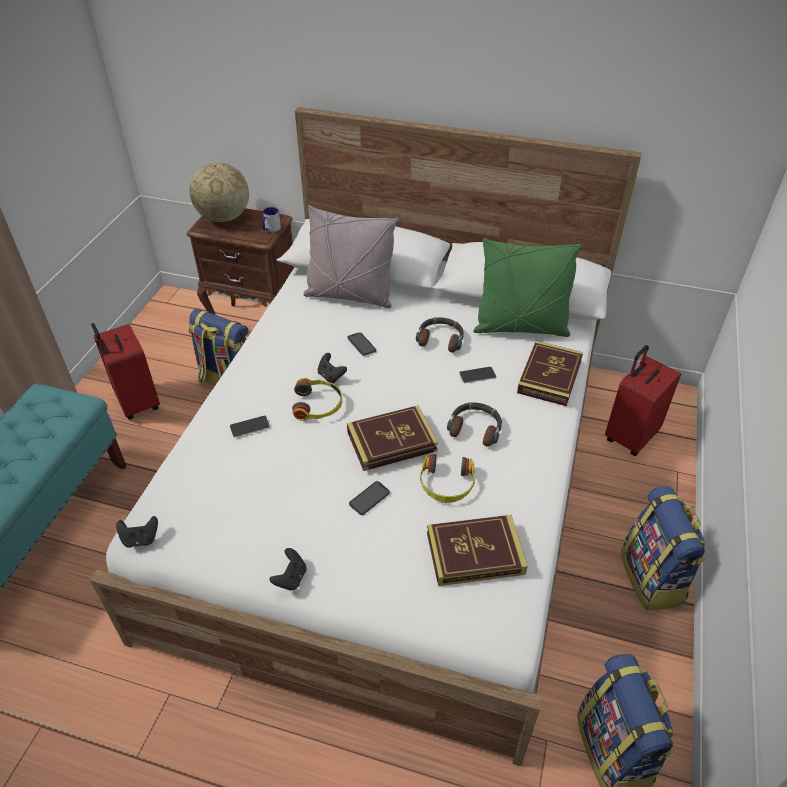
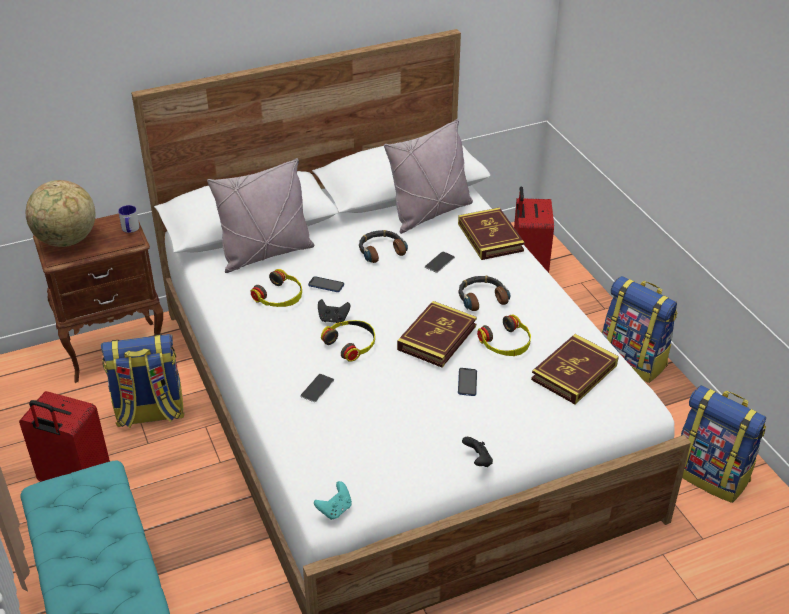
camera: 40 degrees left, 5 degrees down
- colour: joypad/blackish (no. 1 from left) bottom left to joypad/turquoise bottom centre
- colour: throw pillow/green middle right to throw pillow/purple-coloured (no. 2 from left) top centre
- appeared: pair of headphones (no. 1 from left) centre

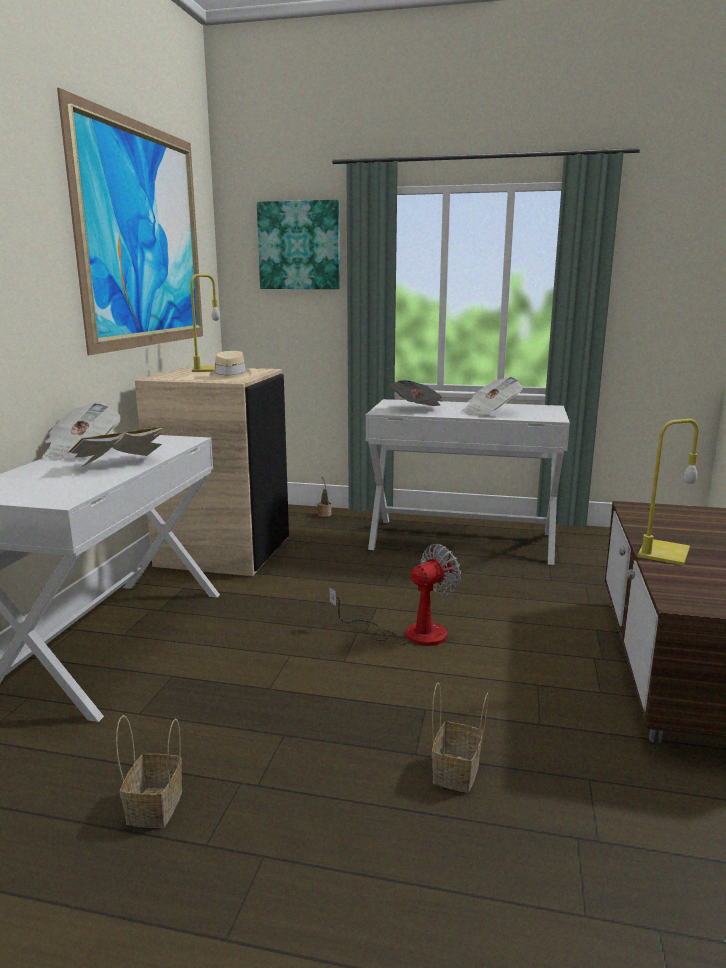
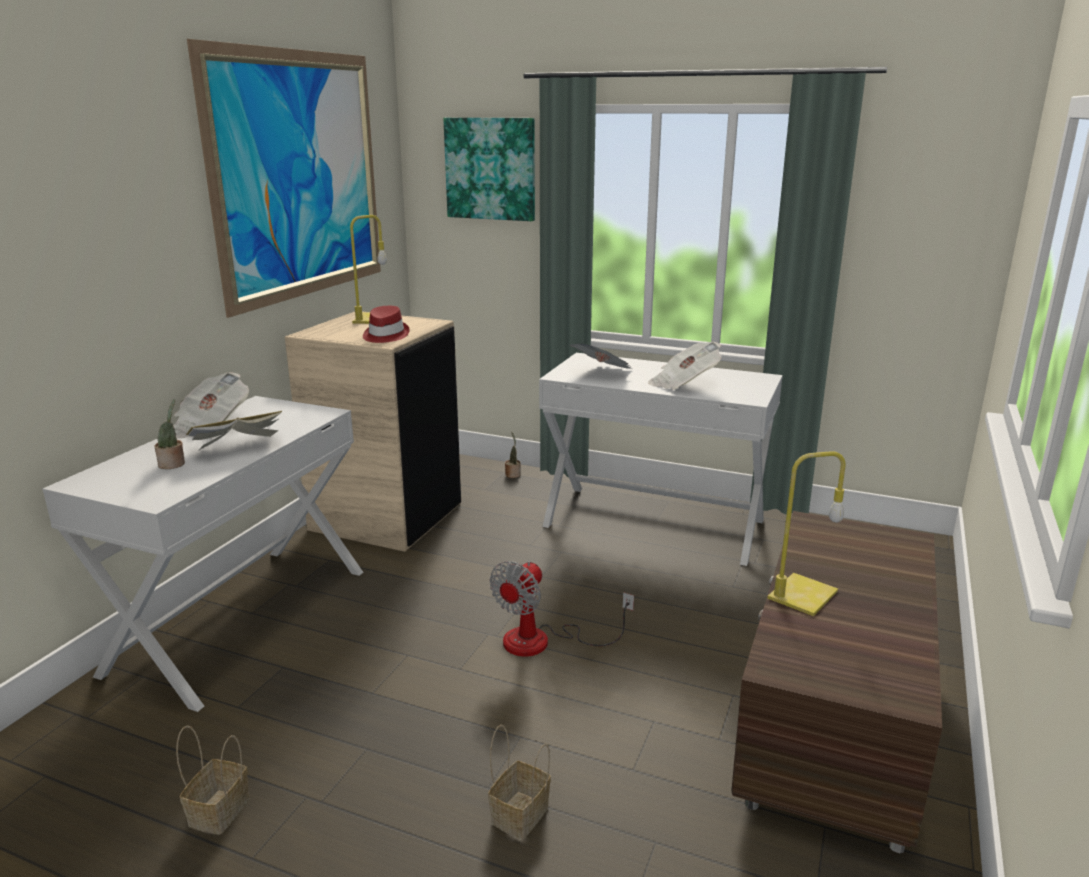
camera: 10 degrees right, 5 degrees up
- colour: hat/beige middle left to hat/red centre
- spun: electric fan centre = bottom centre 150 degrees clockwise
- appeared: houseplant (no. 1 from left) middle left

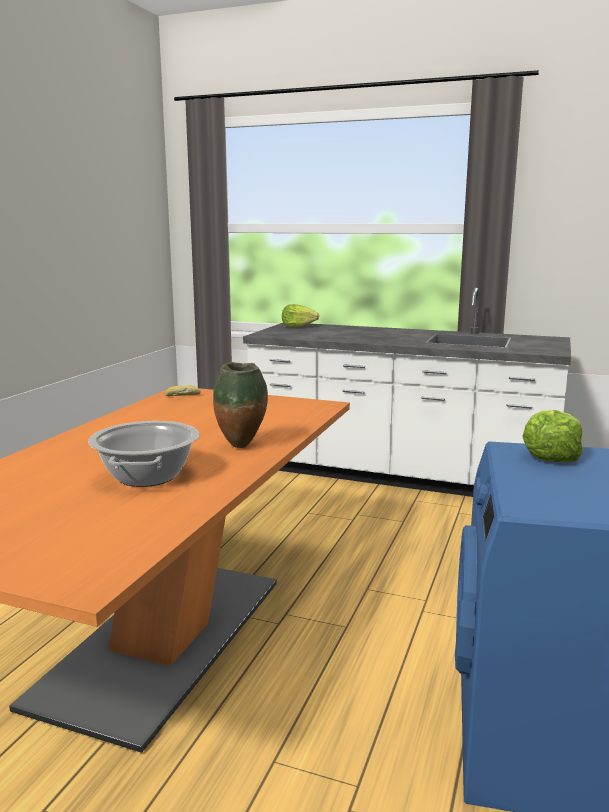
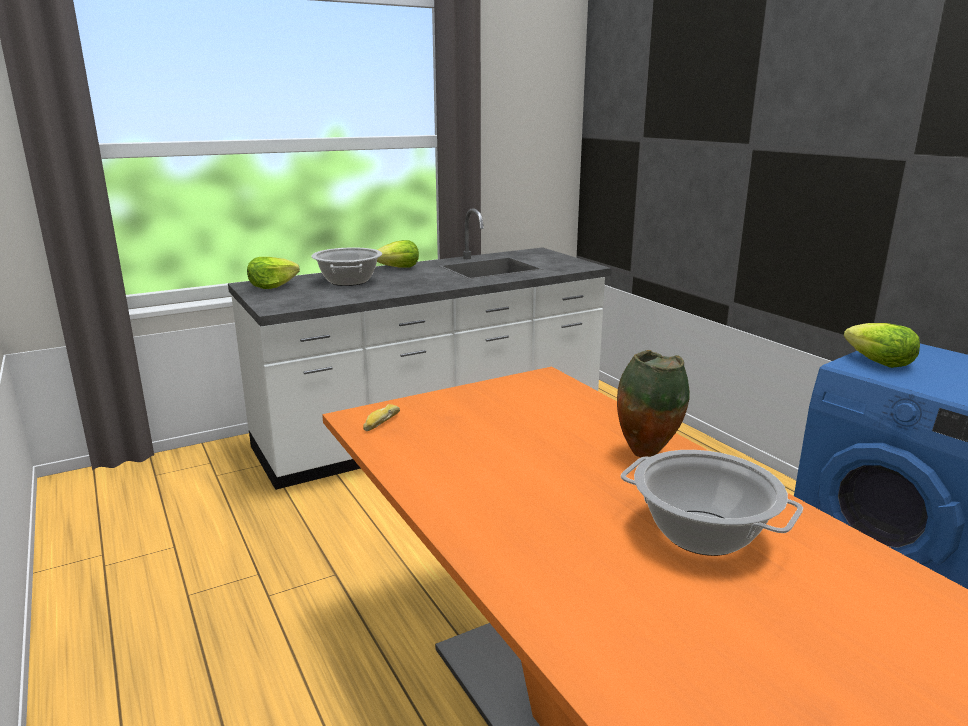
camera: 50 degrees left, 5 degrees up
- appeared: cooking pot (no. 1 from left) centre
- appeared: lettuce head (no. 2 from left) centre

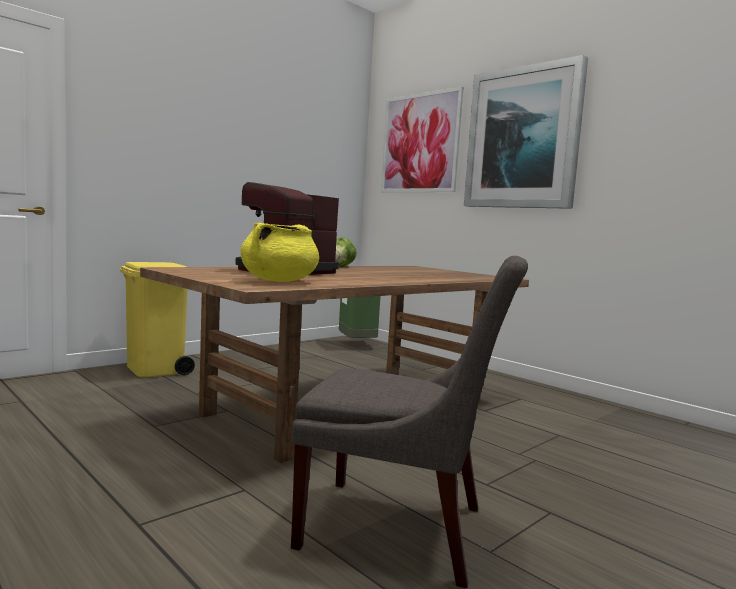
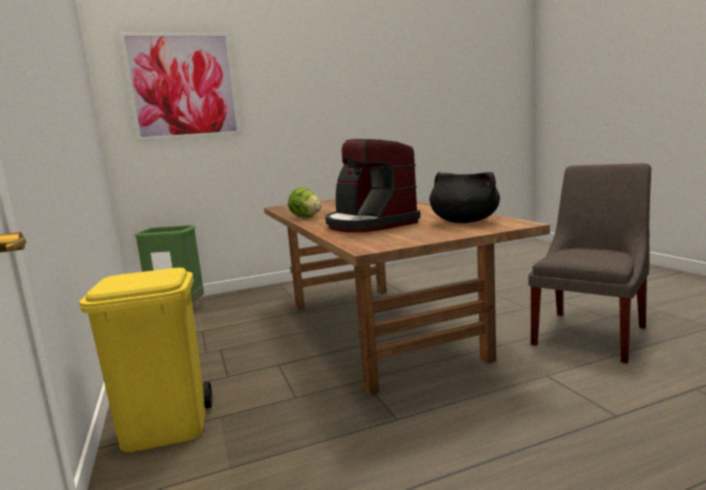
camera: 65 degrees left, 5 degrees up
- colour: cooking pot/yellow centre to cooking pot/blackish centre
- missing: picture (no. 2 from left) top right

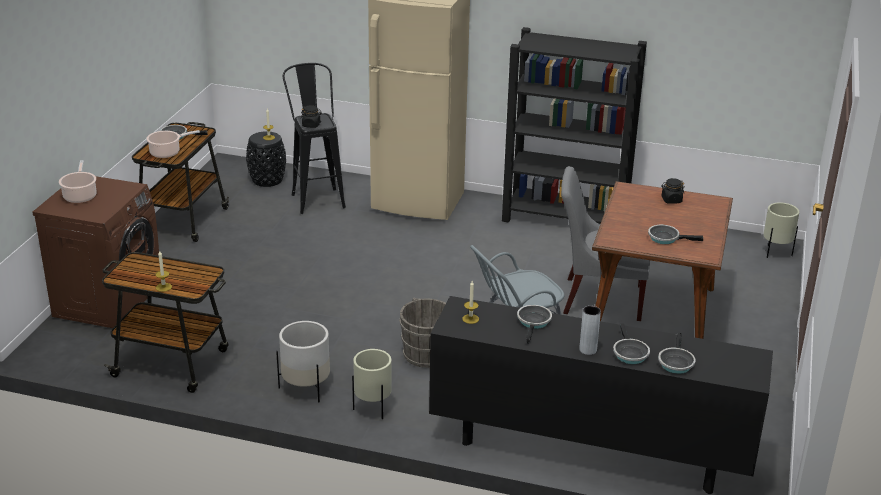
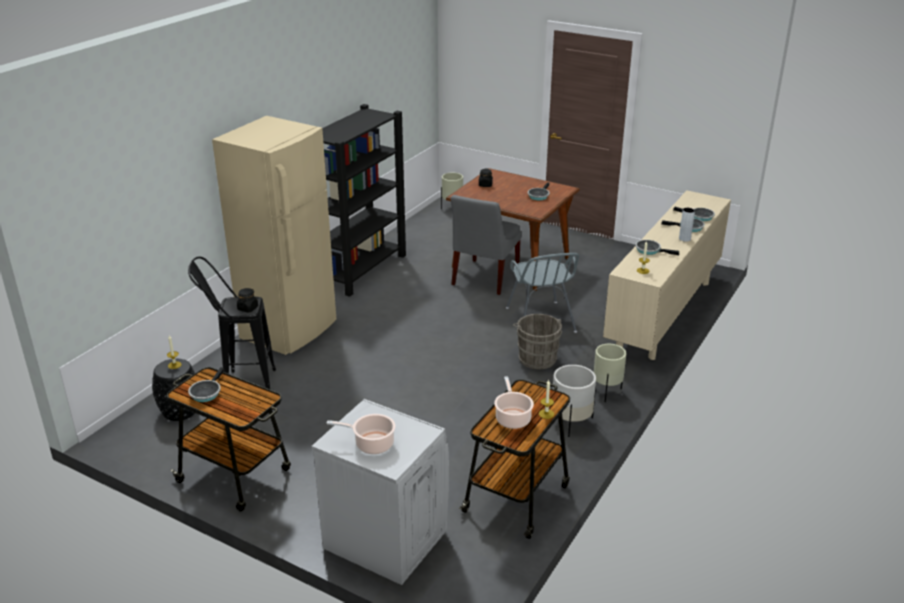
camera: 75 degrees left, 0 degrees up
- colour: washing machine/brown middle left to washing machine/white bottom centre
- relocated: cooking pot (no. 2 from left) top left to bottom centre
- colour: cabinet/blackish bottom right to cabinet/beige middle right

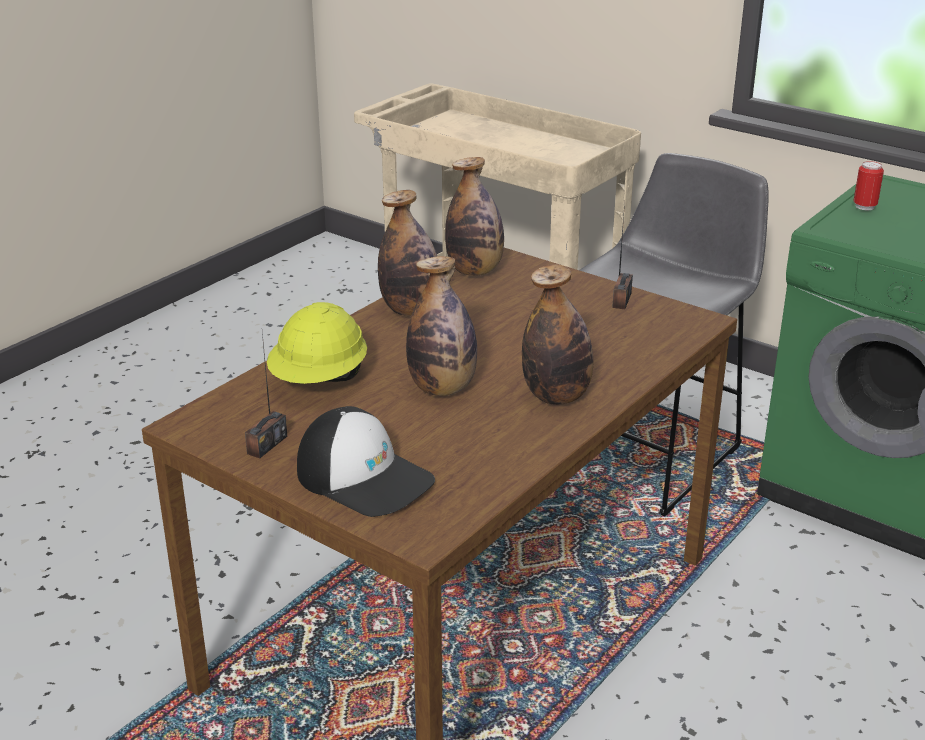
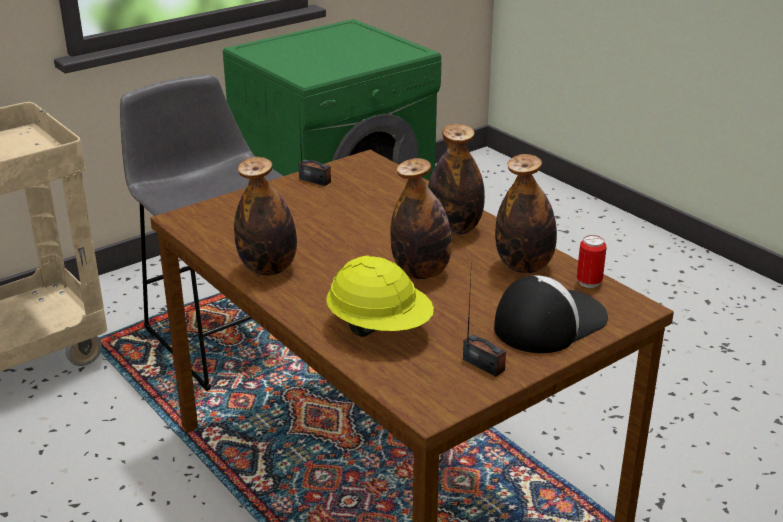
camera: 75 degrees left, 0 degrees up
- relocated: bottle (no. 3 from left in the first image) top centre to bottle (no. 4 from left) middle right
- relocated: metal can top right to middle right

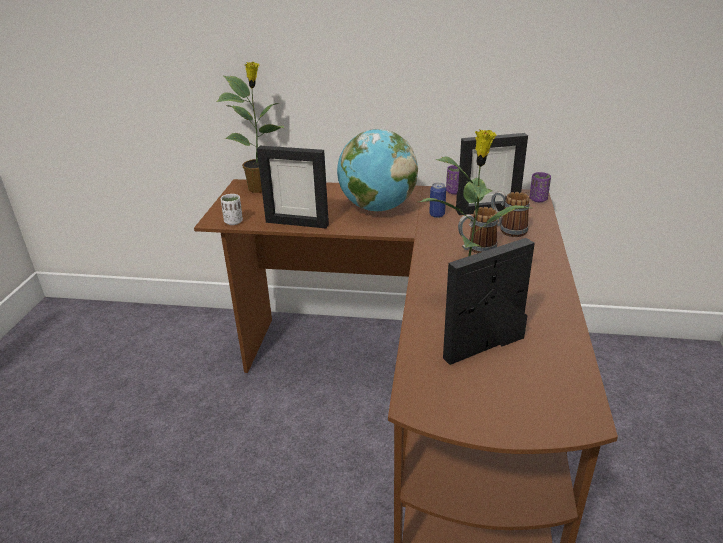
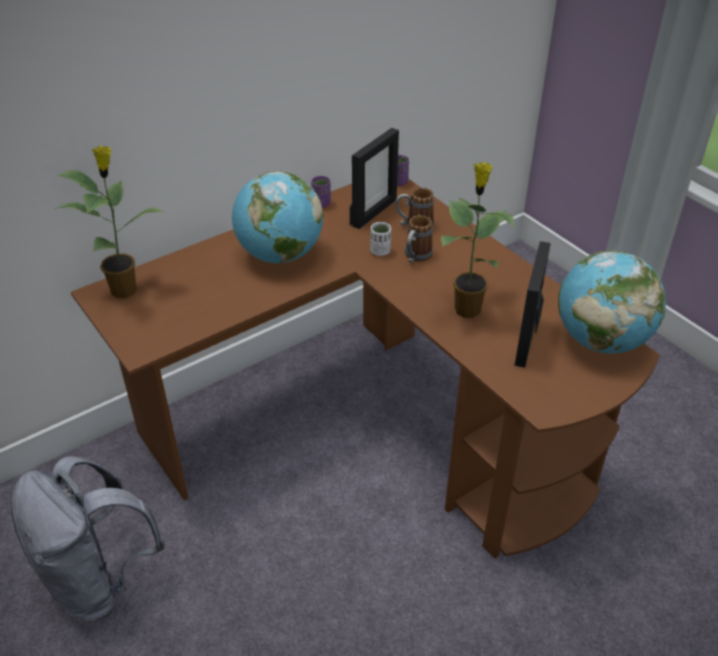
camera: 45 degrees left, 10 degrees up
- relocated: drinking cup/white middle left to centre
- missing: standing frame (no. 1 from left) centre
- missing: metal can centre
- appeared: rucksack/grey bottom left
- appeared: globe (no. 2 from left) middle right

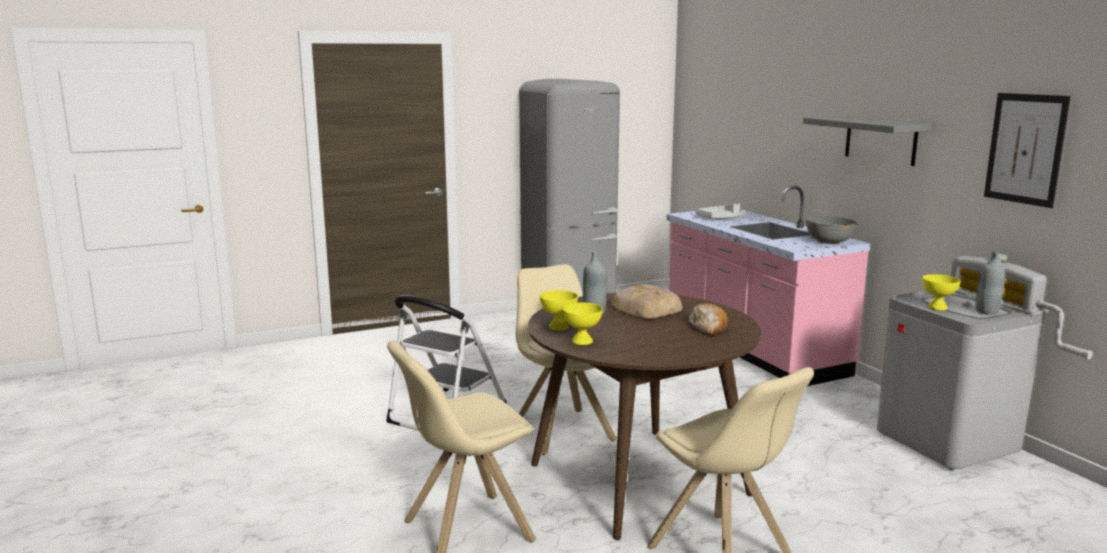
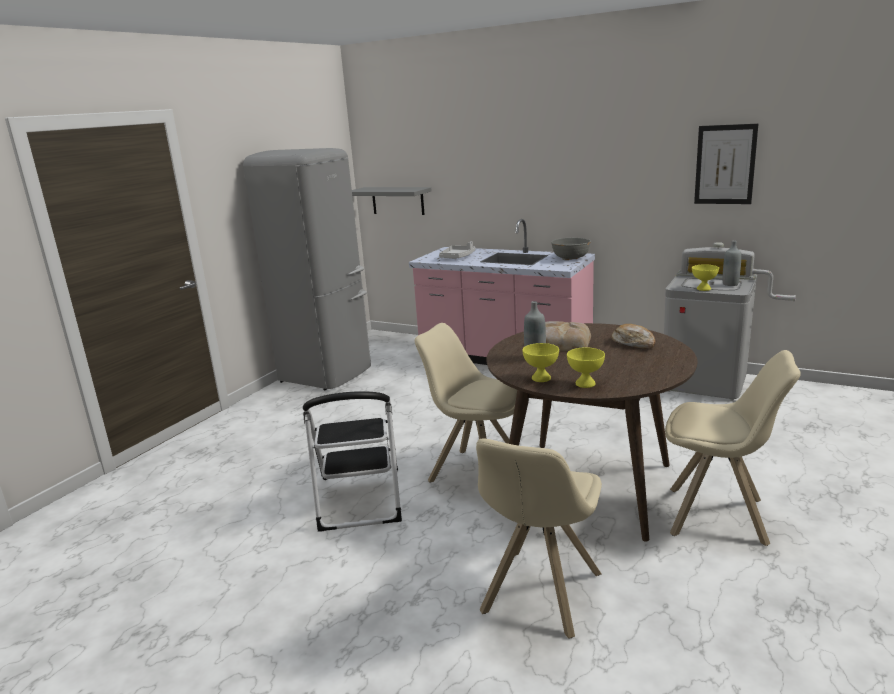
camera: 35 degrees left, 5 degrees up
- relocated: bracket shelf/grey top right to top centre

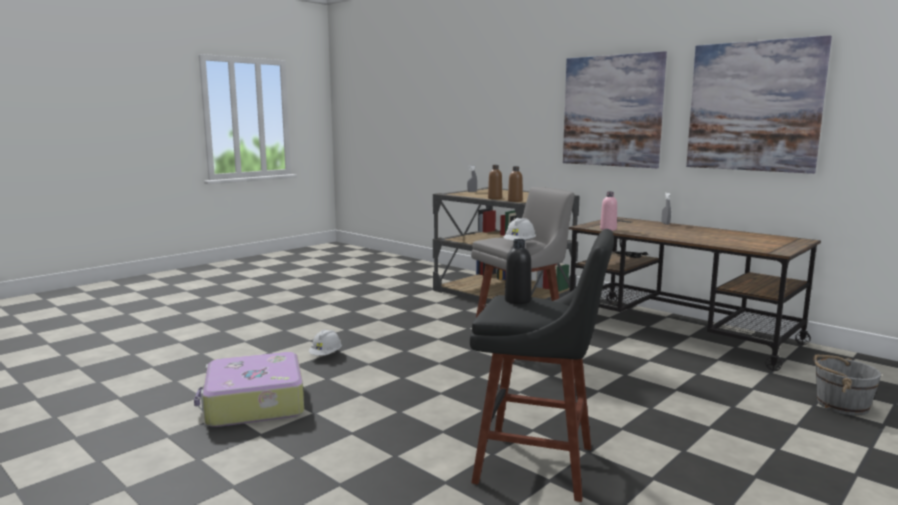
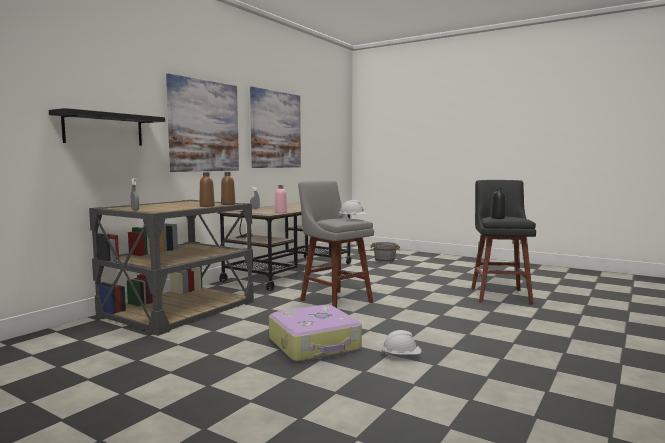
camera: 100 degrees left, 5 degrees down
- relocated: travel case bottom left to bottom centre
- appeared: bracket shelf/blackish top left

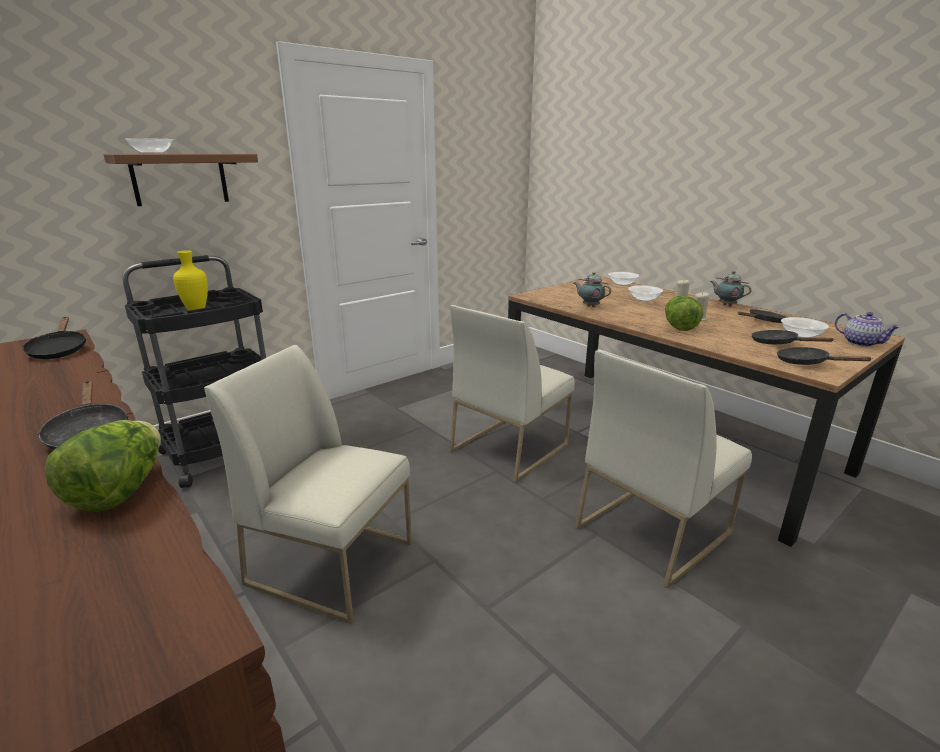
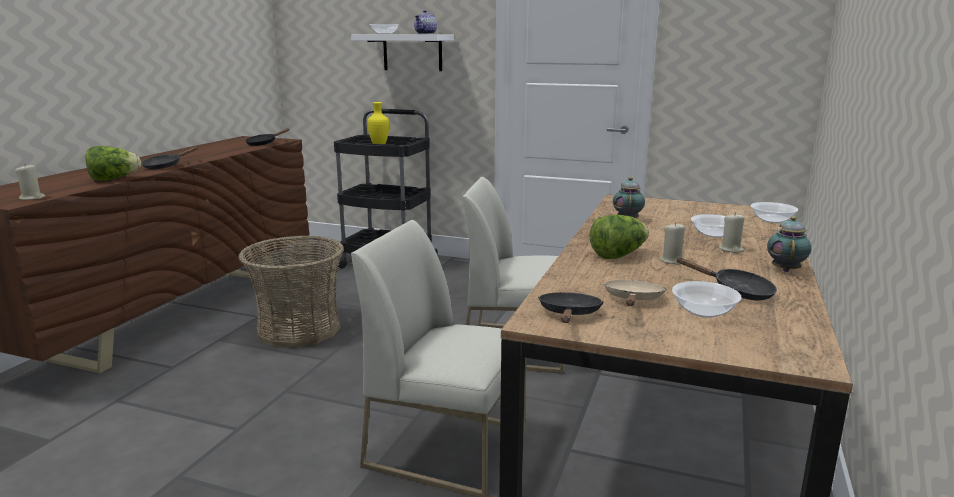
camera: 60 degrees right, 5 degrees down
- colour: bracket shelf/brown top left to bracket shelf/white top centre
- exchanged: chair/white (no. 1 from left) middle left to household basket middle left
- colour: skillet/blackish (no. 4 from left) middle right to skillet/beige centre
- relocated: tea pot (no. 3 from left in the first image) middle right to tea pot (no. 1 from left) top centre
- appeared: wax candle/beige (no. 1 from left) middle left

